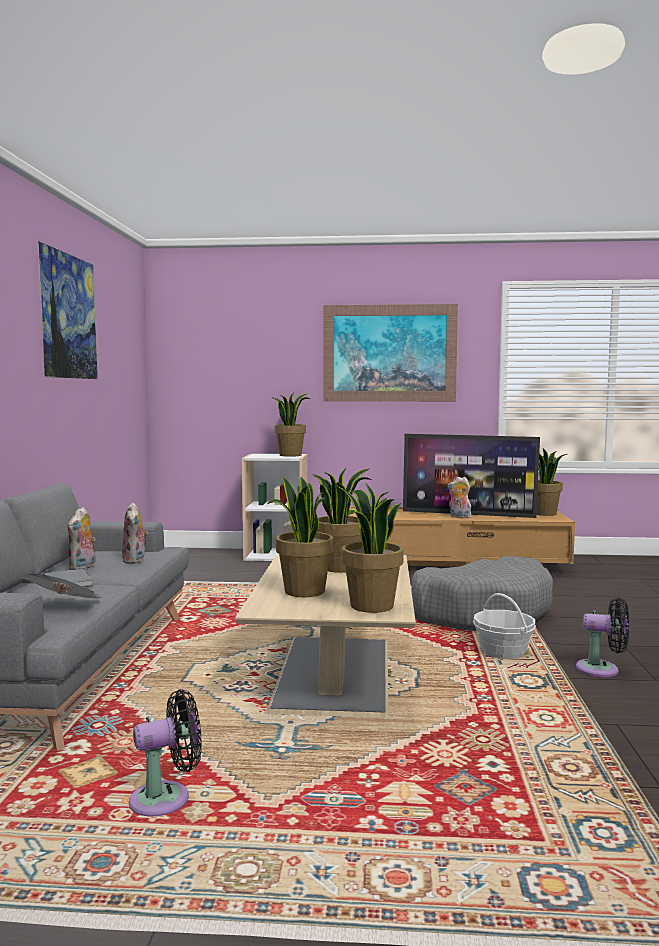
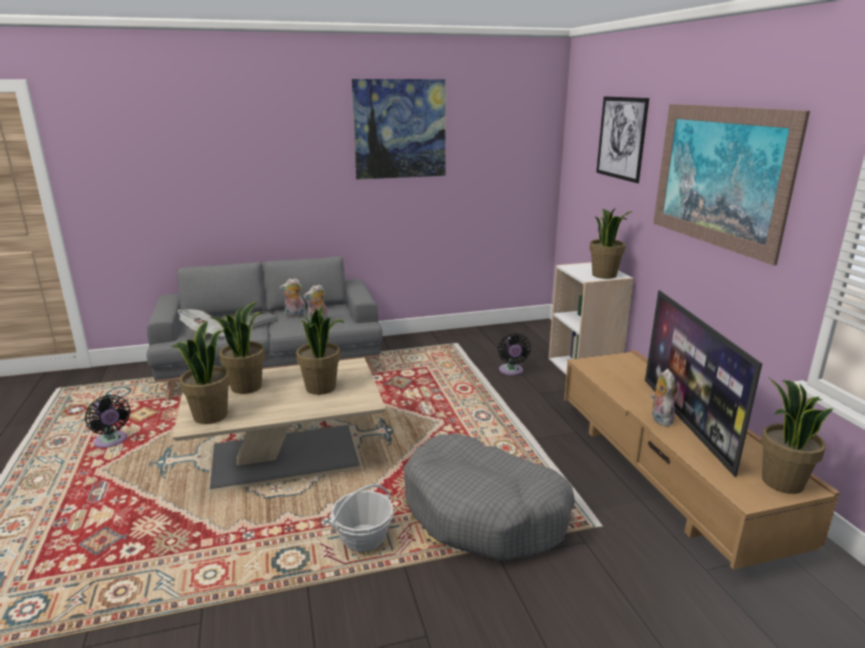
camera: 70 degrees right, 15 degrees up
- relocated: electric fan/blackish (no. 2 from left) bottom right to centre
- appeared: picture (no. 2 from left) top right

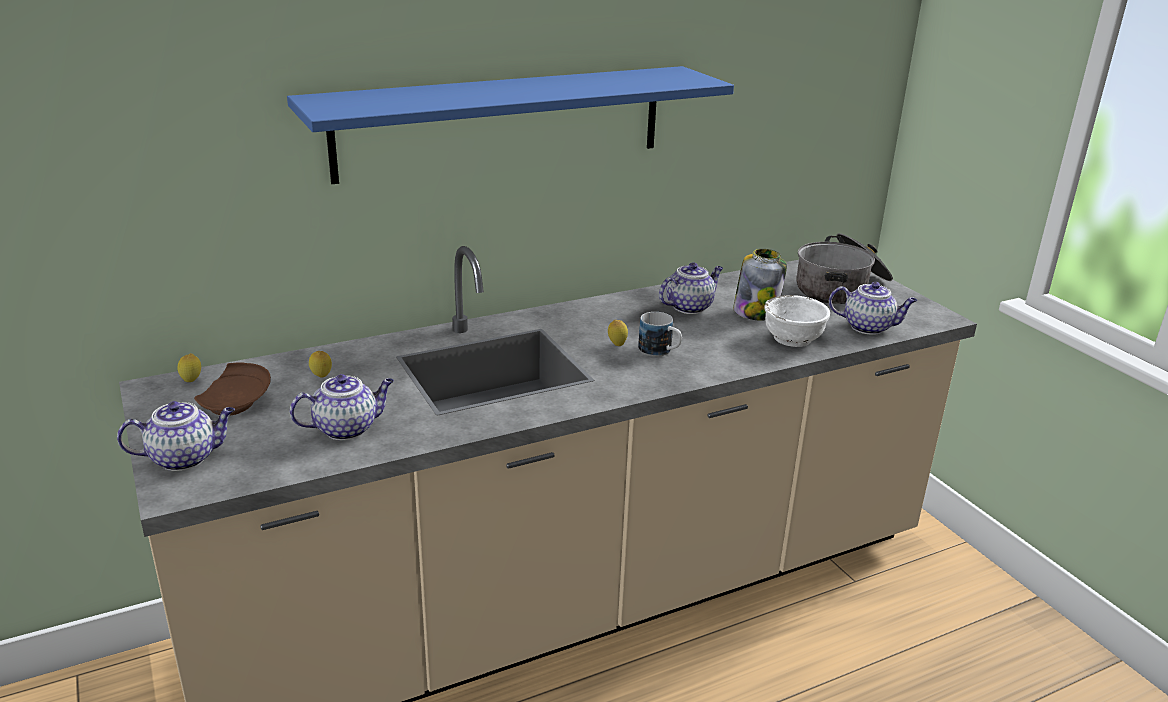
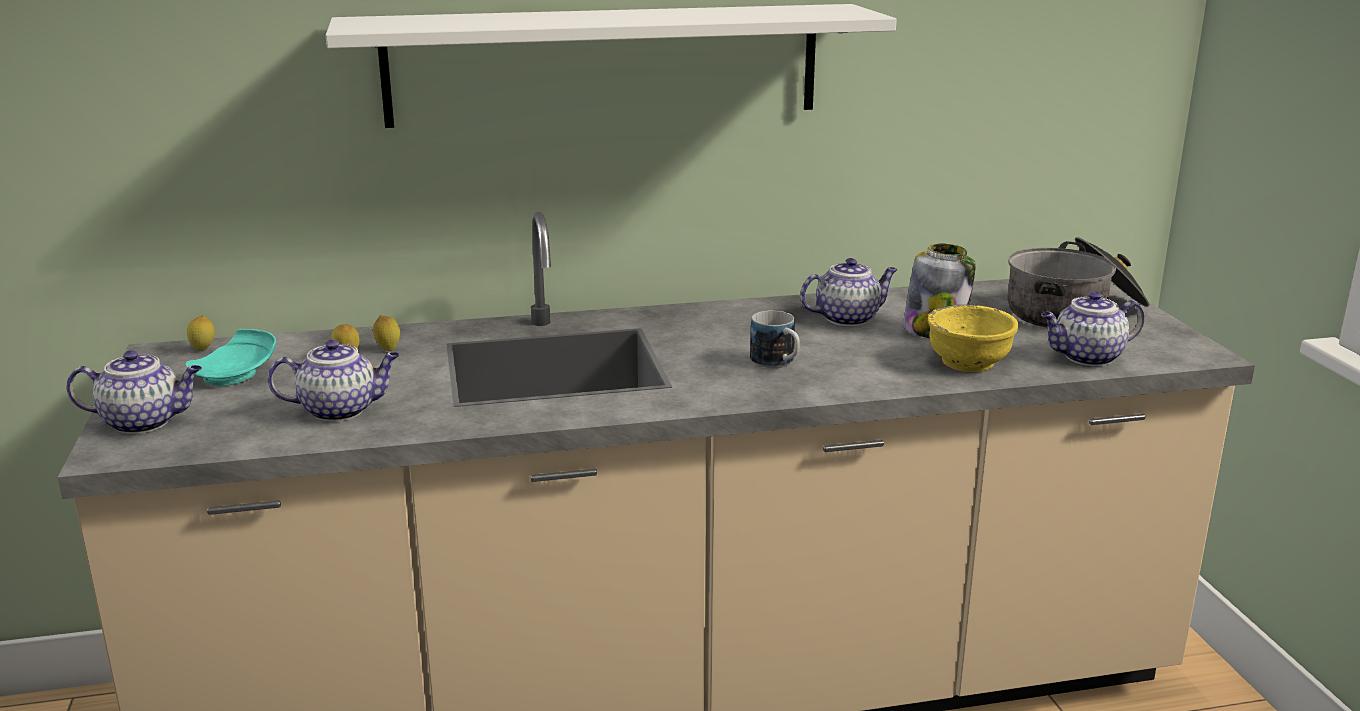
camera: 15 degrees right, 5 degrees down
- colour: dinner plate/brown middle left to dinner plate/turquoise middle left
- colour: bracket shelf/blue-coloured top centre to bracket shelf/white top centre
- relocated: whole lemon (no. 3 from left) centre to middle left
- colour: bowl/white middle right to bowl/yellow middle right
- spun: tea pot (no. 4 from left) middle right = middle right 135 degrees clockwise

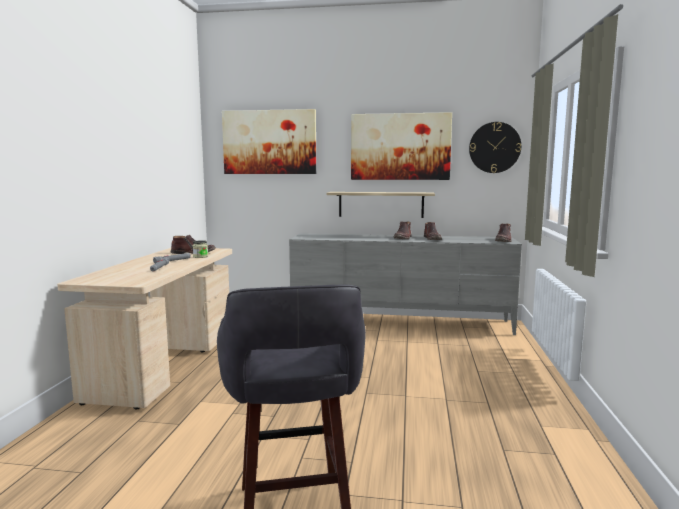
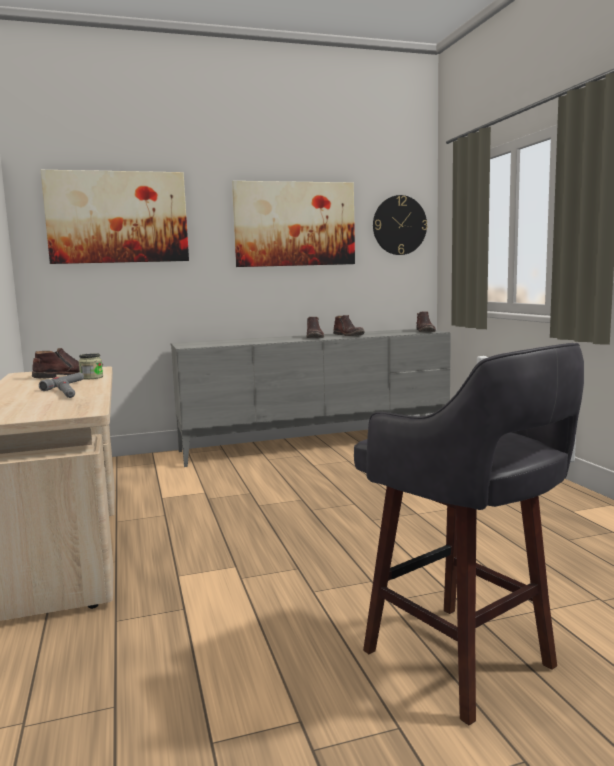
camera: 25 degrees left, 0 degrees up
- missing: bracket shelf centre

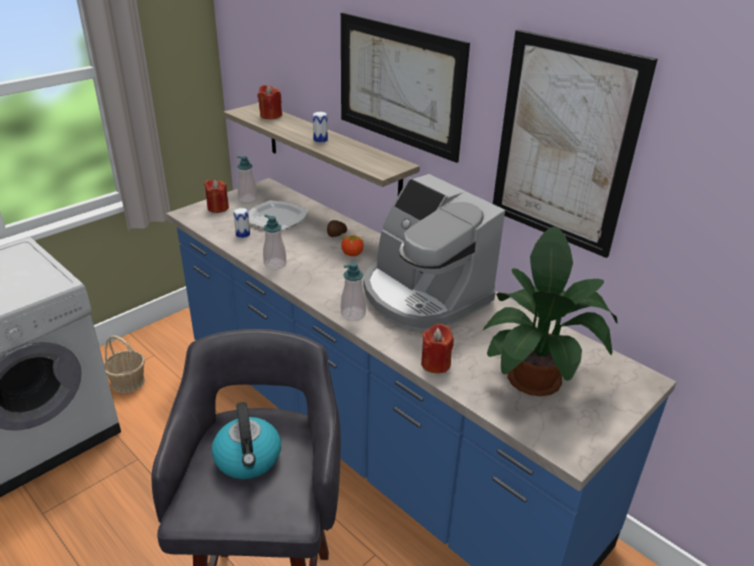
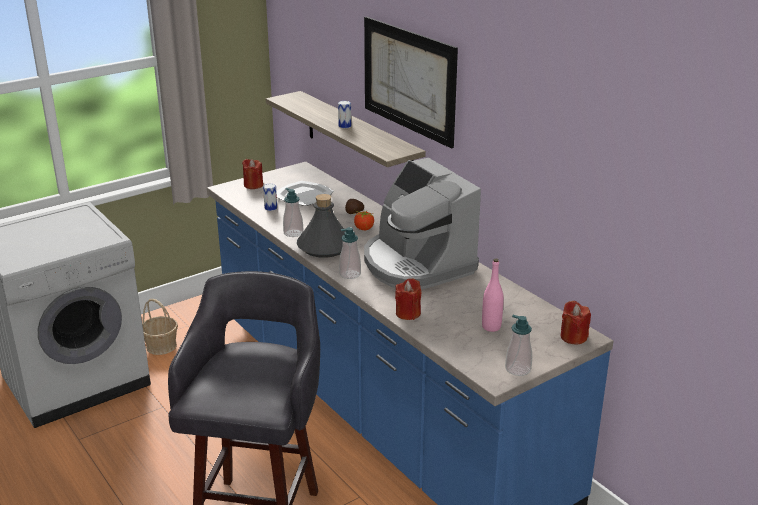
camera: 10 degrees right, 5 degrees down
- missing: water kettle bottom left
- relocated: soap bottle (no. 1 from left in the first image) top left to soap bottle (no. 3 from left) bottom right
- relocated: wax candle/red (no. 2 from left in the first image) top centre to wax candle/red (no. 3 from left) middle right
- exchanged: houseplant middle right to bottle/pinkish centre
- missing: picture (no. 2 from left) top right
- appeared: bottle/grey centre

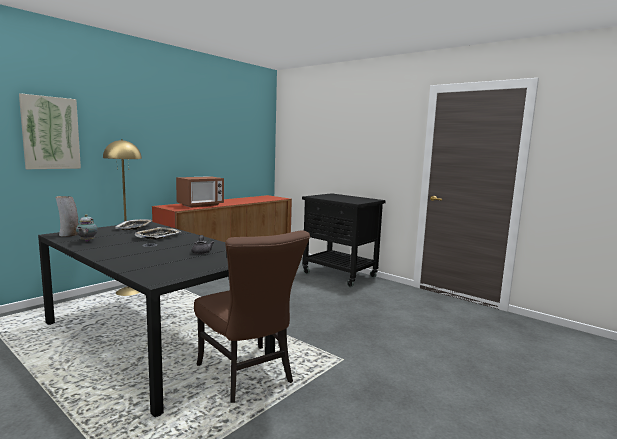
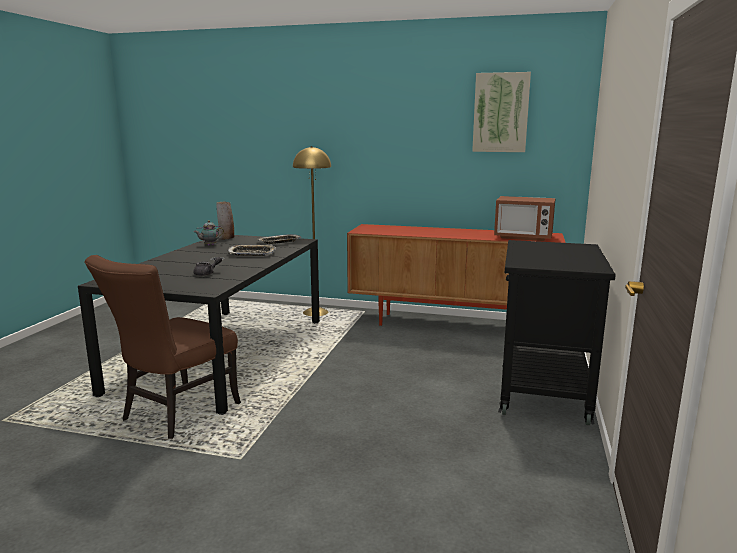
camera: 65 degrees right, 5 degrees up
- relocated: picture top left to top right
- relocated: kitchen microwave middle left to middle right

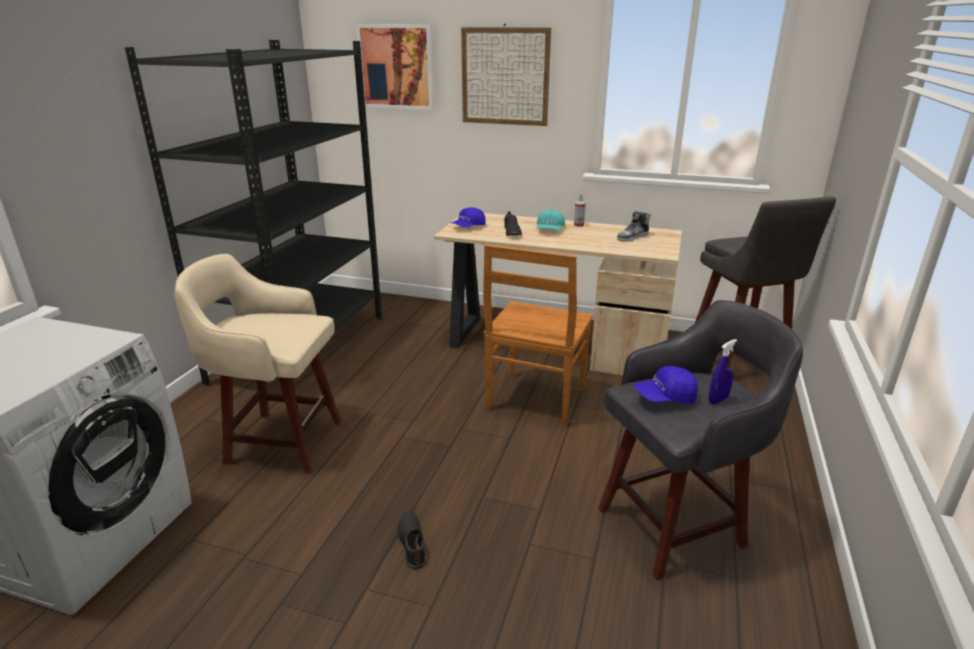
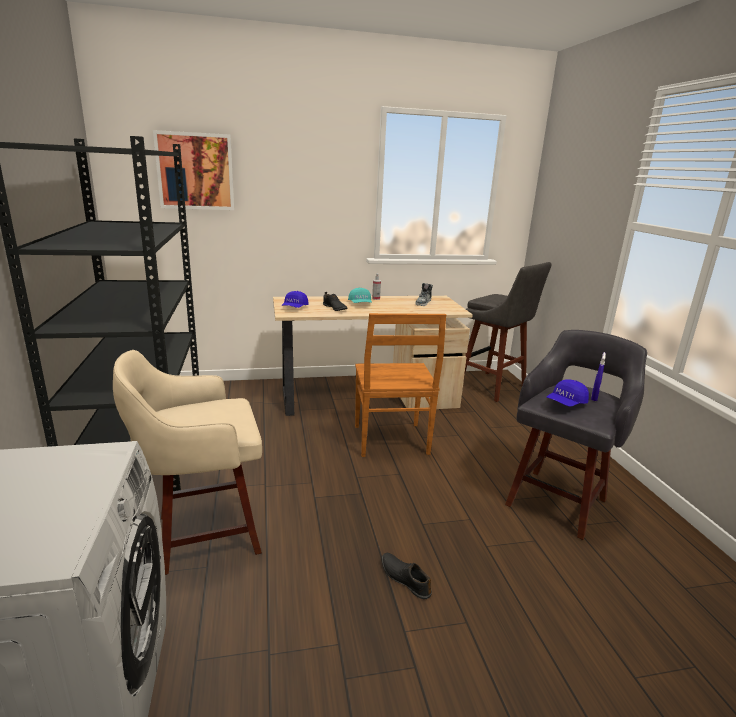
camera: 30 degrees left, 5 degrees down
- missing: picture (no. 2 from left) top centre

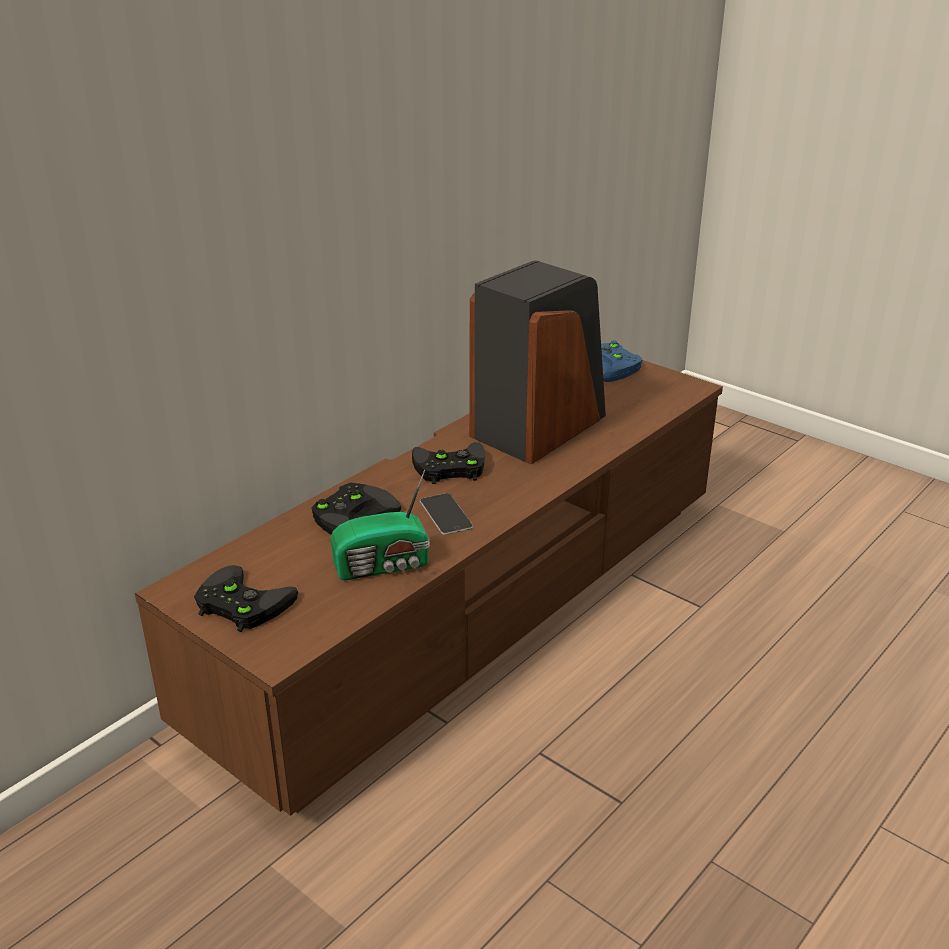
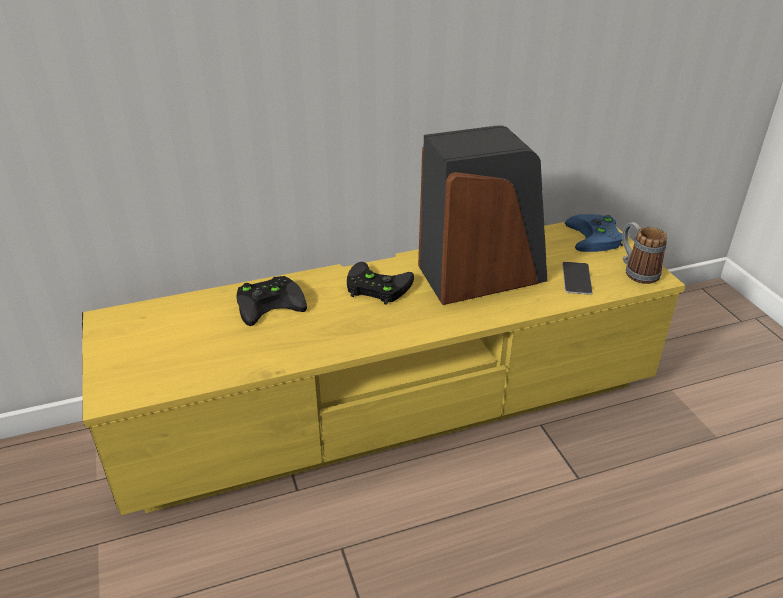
camera: 30 degrees right, 5 degrees up
- colour: tv unit/brown centre to tv unit/yellow centre
- missing: joypad/blackish (no. 1 from left) middle left
- missing: radio centre
- relocated: phone centre to middle right
- appeared: tea mug middle right

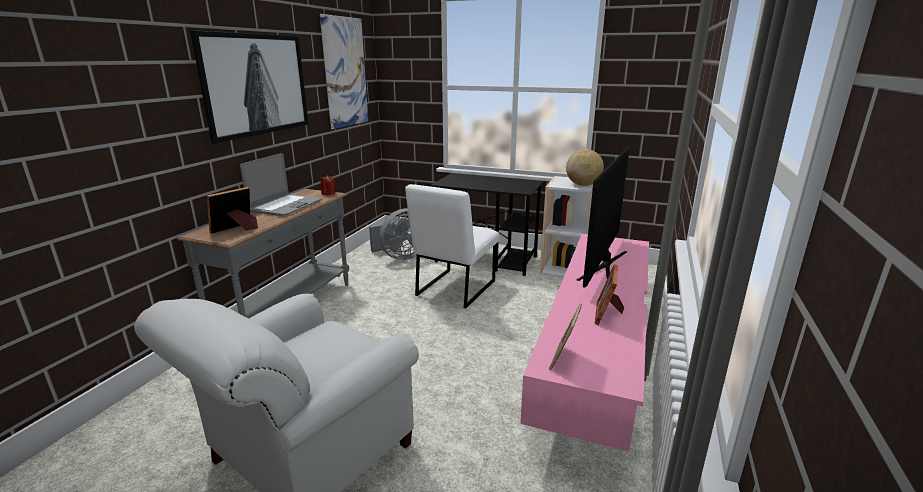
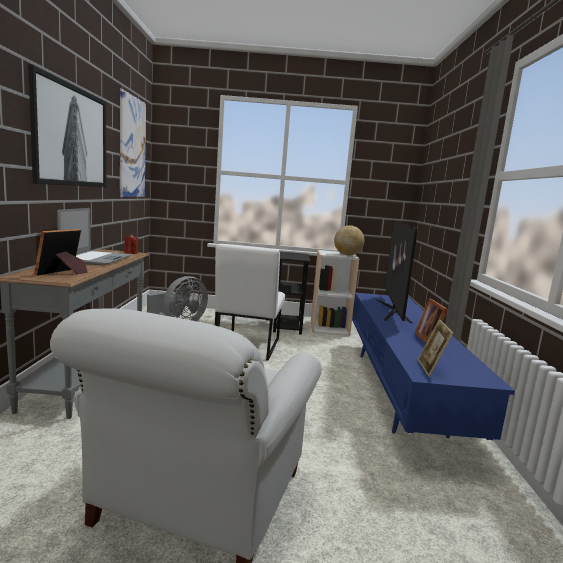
camera: 20 degrees left, 10 degrees down
- colour: tv unit/pinkish bottom centre to tv unit/blue-coloured middle right

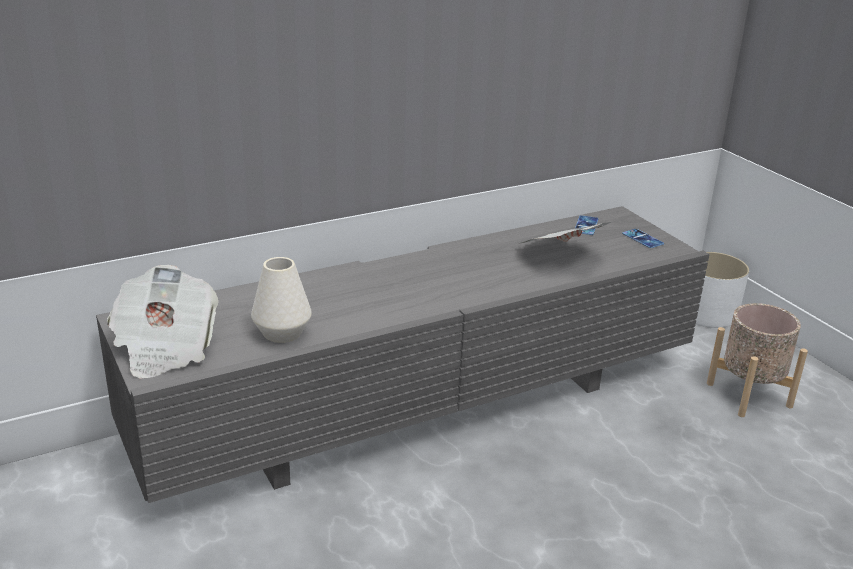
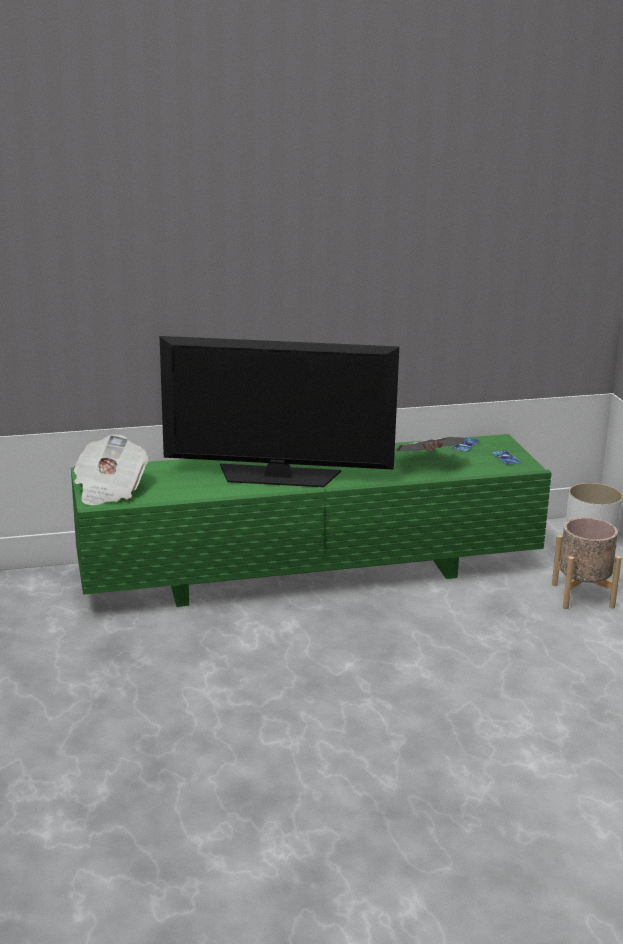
camera: 15 degrees right, 5 degrees down
- colour: tv unit/grey centre to tv unit/green centre
- missing: flower vase/white middle left
- appeared: TV set centre

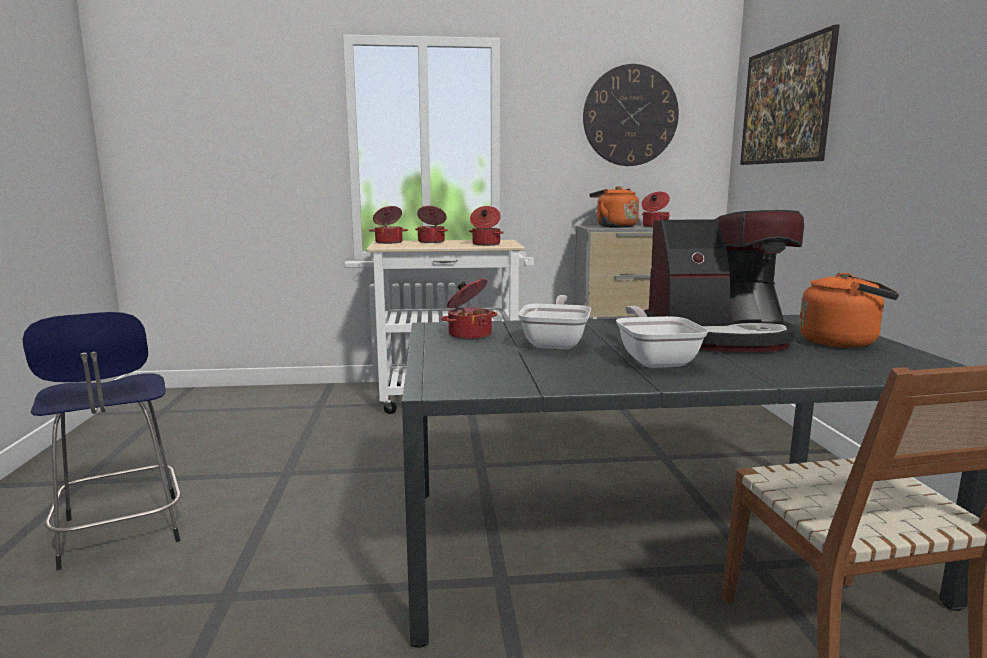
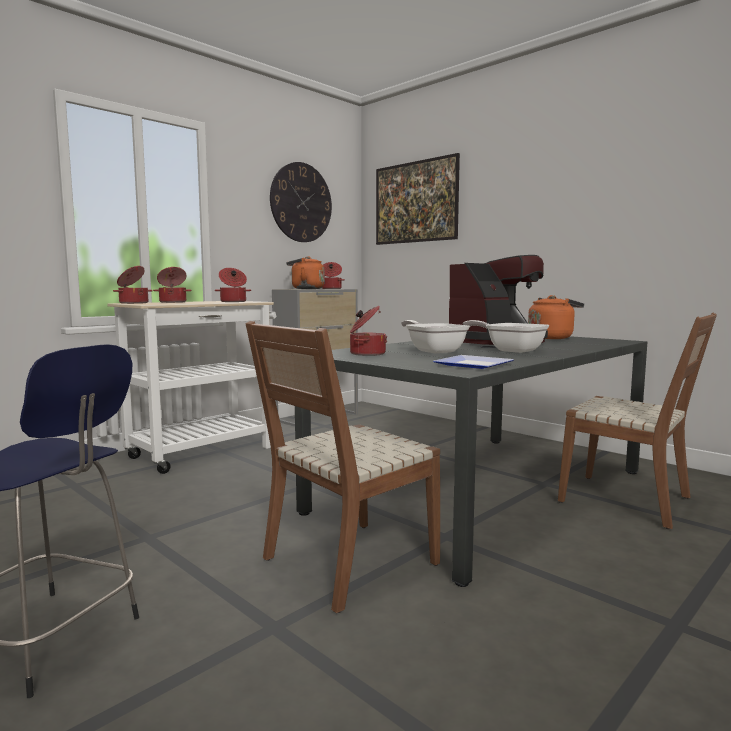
camera: 40 degrees left, 5 degrees down
- appeared: chair (no. 1 from left) centre
- appeared: dinner plate centre

